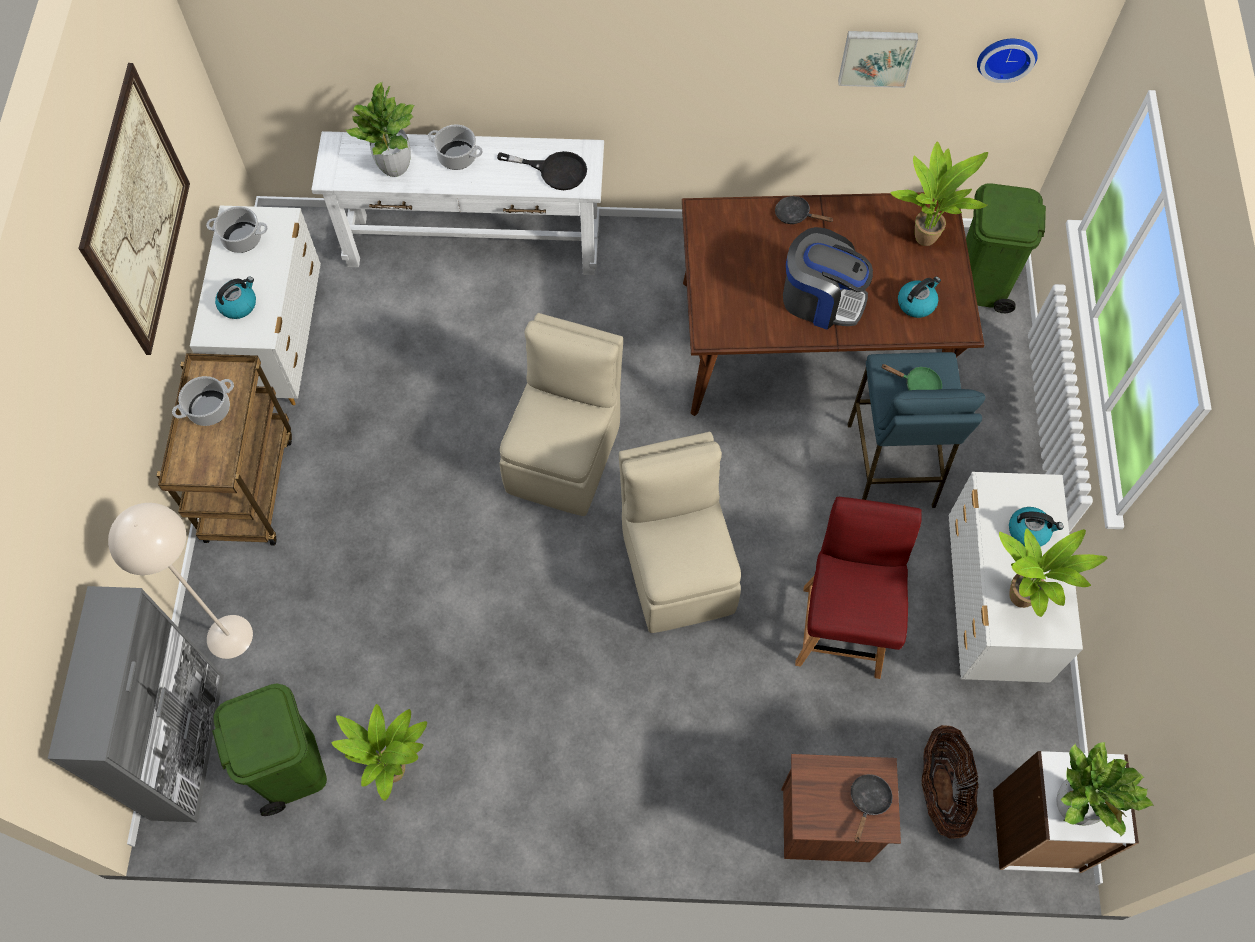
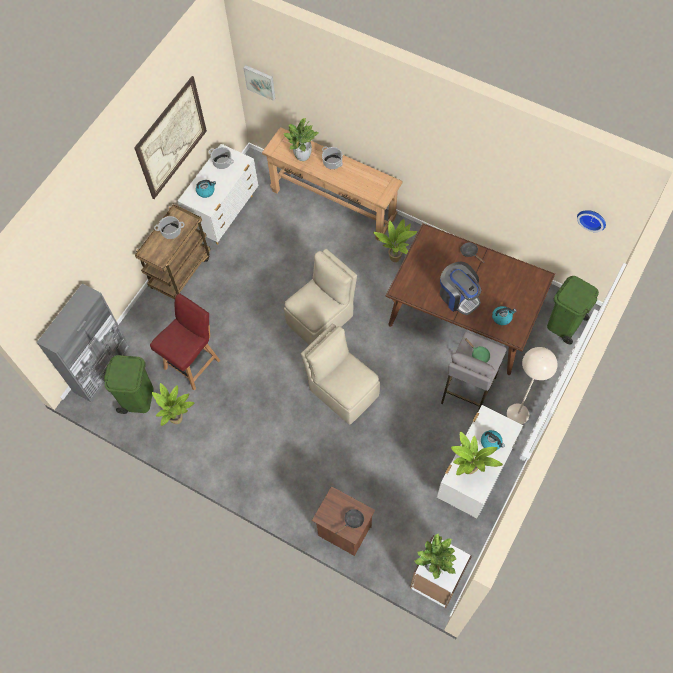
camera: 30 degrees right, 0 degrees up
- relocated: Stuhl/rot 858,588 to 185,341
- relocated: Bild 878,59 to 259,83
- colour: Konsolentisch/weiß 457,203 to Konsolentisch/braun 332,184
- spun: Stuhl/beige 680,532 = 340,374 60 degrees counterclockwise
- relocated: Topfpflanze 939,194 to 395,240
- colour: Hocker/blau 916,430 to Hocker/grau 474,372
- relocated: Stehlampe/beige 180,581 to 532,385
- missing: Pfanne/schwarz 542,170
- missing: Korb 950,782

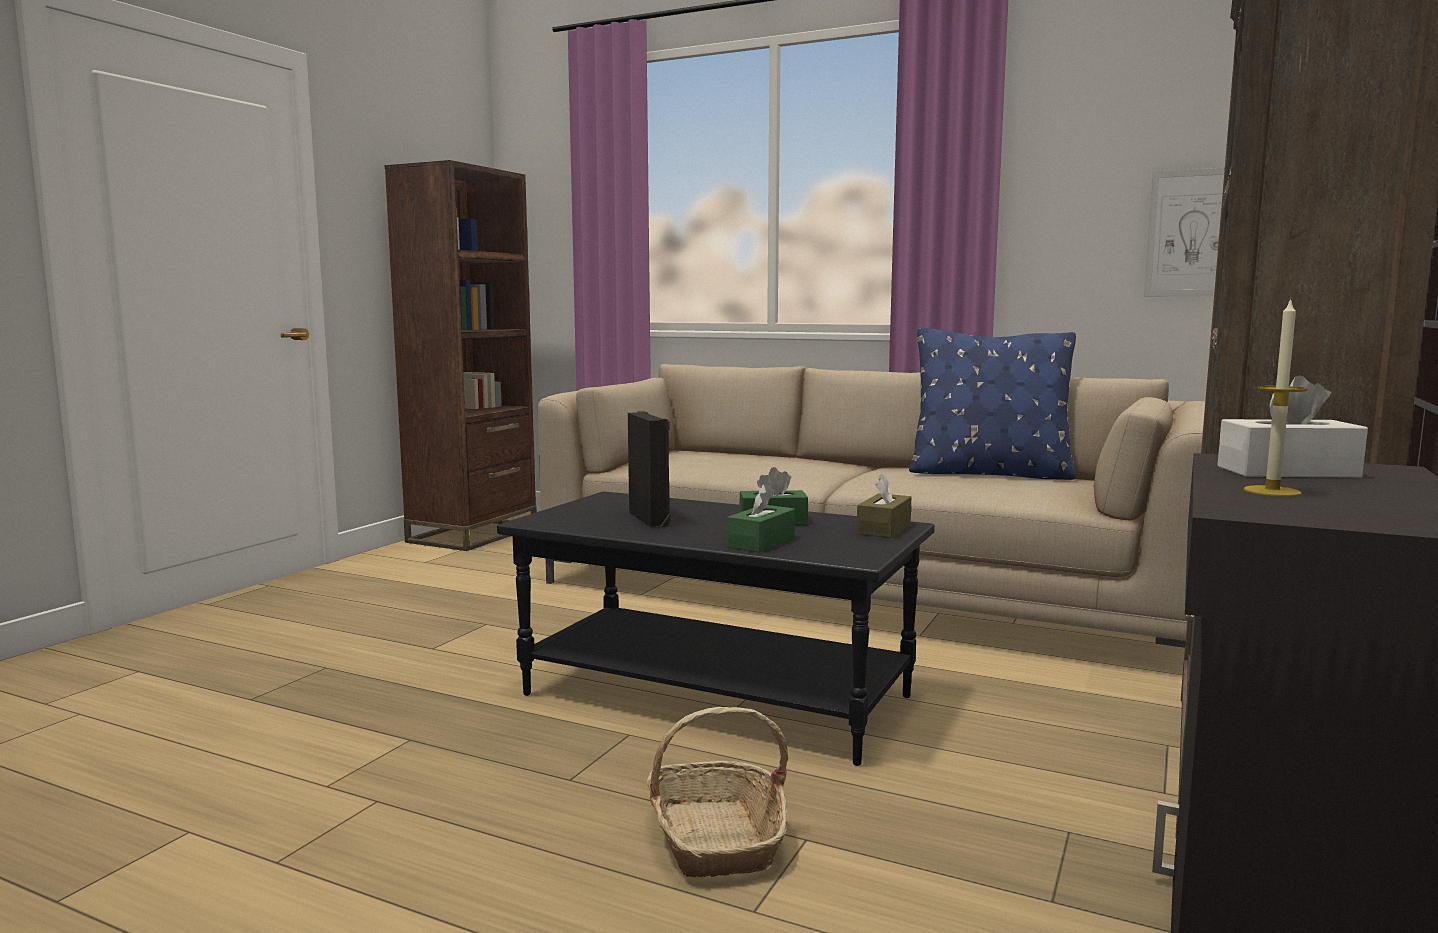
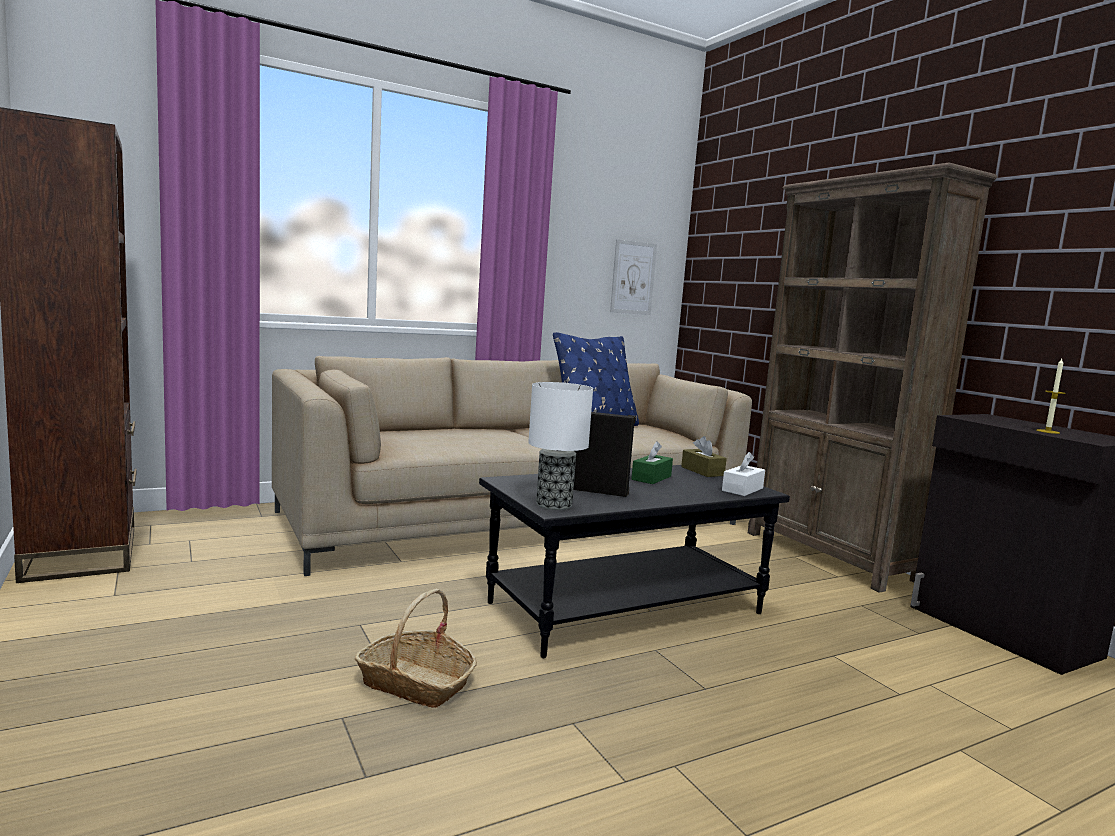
camera: 55 degrees left, 0 degrees up
- relocated: Korb 717,792 to 415,648
- appeared: Tischlampe 560,446
- relocated: Taschentuchbox/weiß 1292,426 to 743,474
- missing: Taschentuchbox/grün 761,518

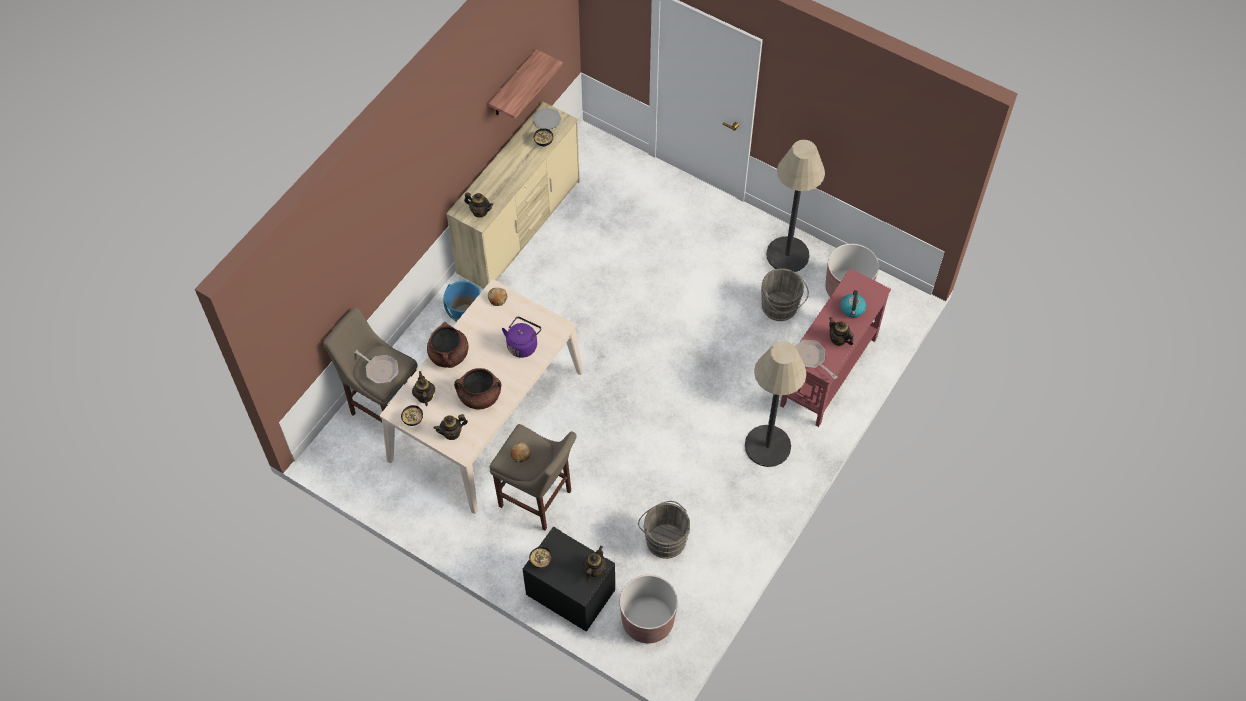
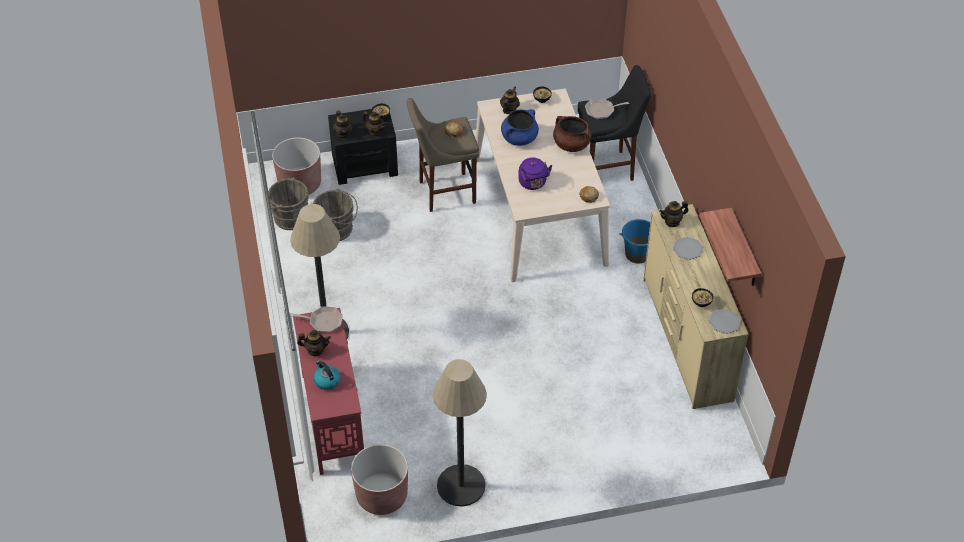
camera: 135 degrees right, 10 degrees down
- relocated: Eimer/grau 785,294 to 288,204
- relocated: Teekanne 424,388 to 374,123
- colour: Kochtopf/braun 477,389 to Kochtopf/blau 520,127
- colour: Hocker/beige 370,364 to Hocker/schwarz 615,123
- appeared: Teller 688,248

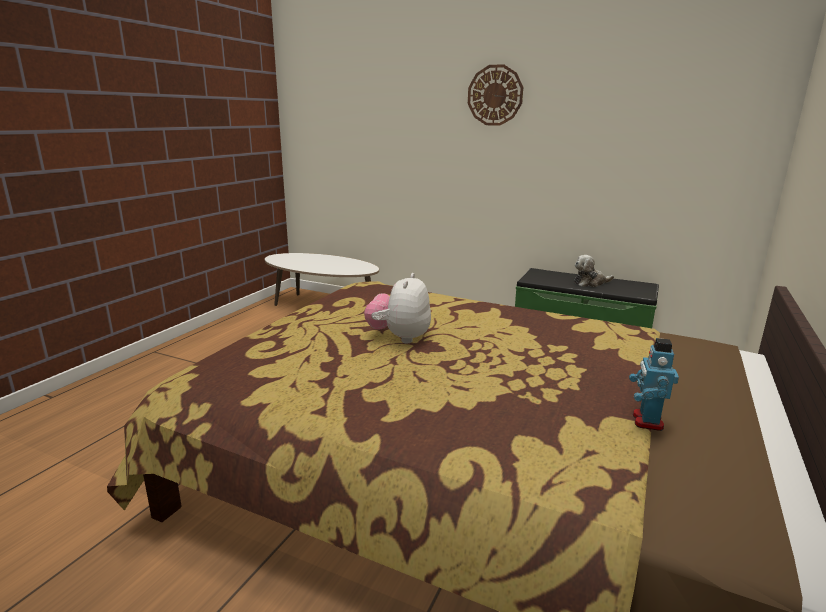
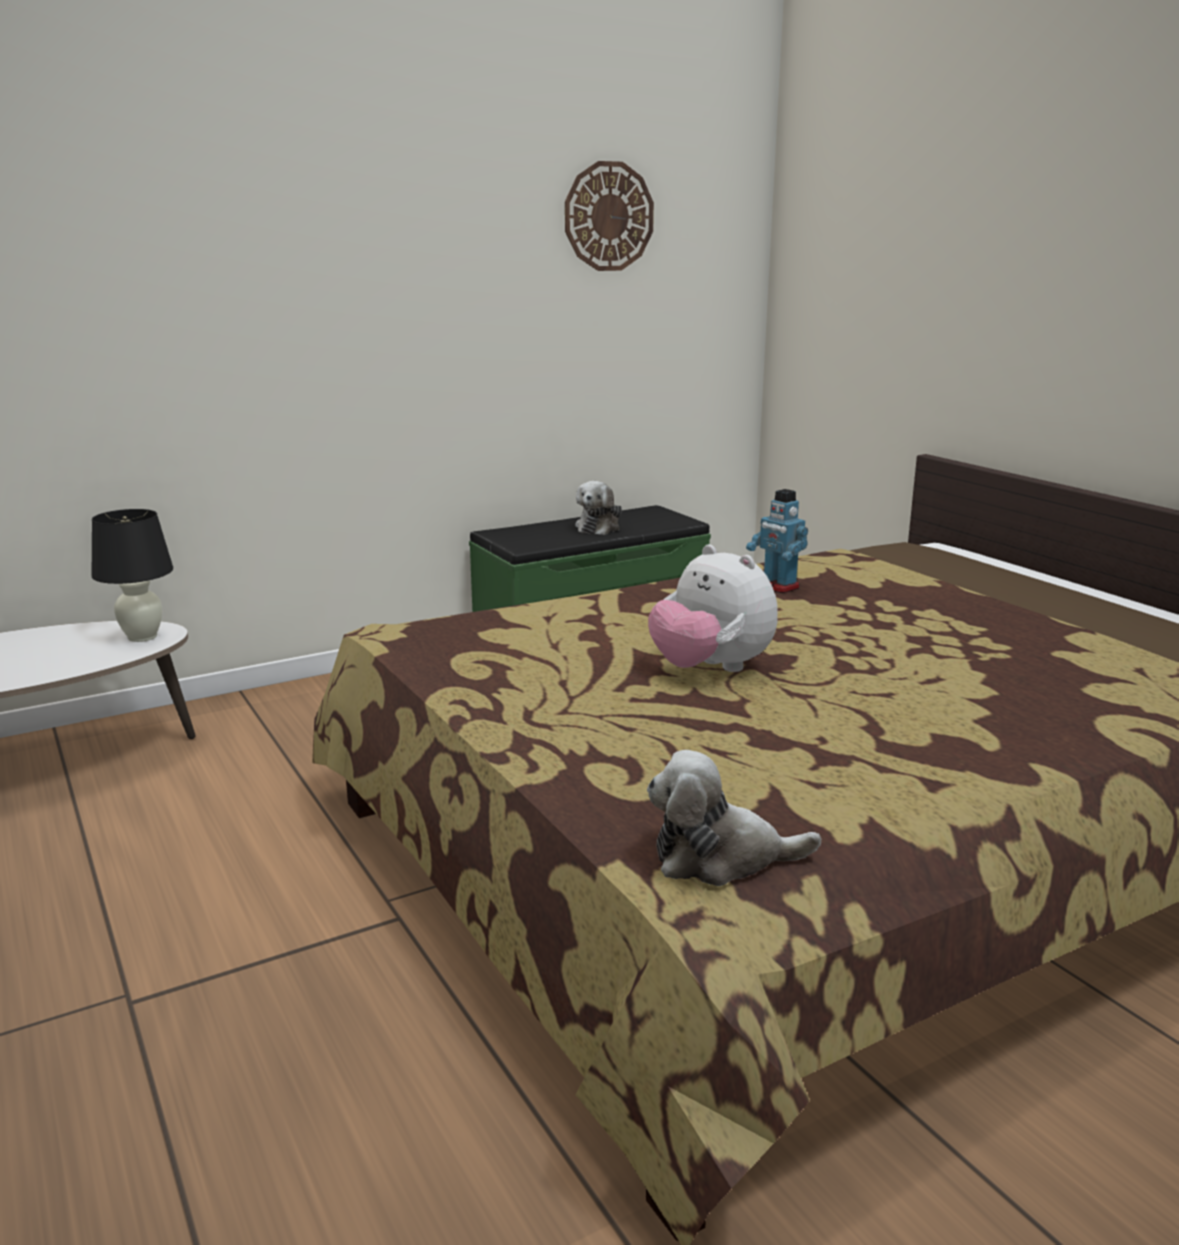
camera: 55 degrees left, 0 degrees up
- appeared: Tischlampe/schwarz 132,575
- relocated: Wanduhr 495,95 to 609,216
- appeared: Plüschtier 734,818
- relocated: Spielzeugroboter 654,384 to 777,541

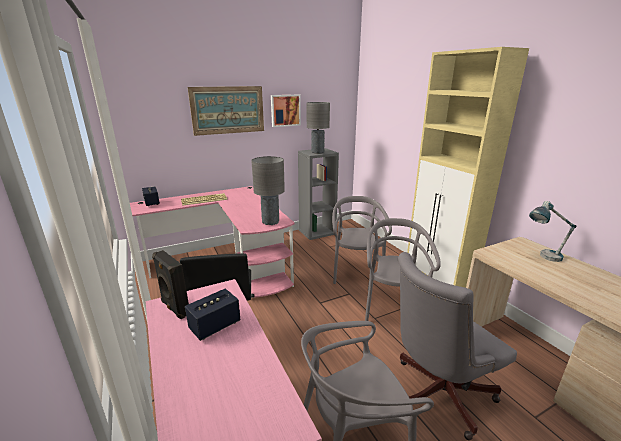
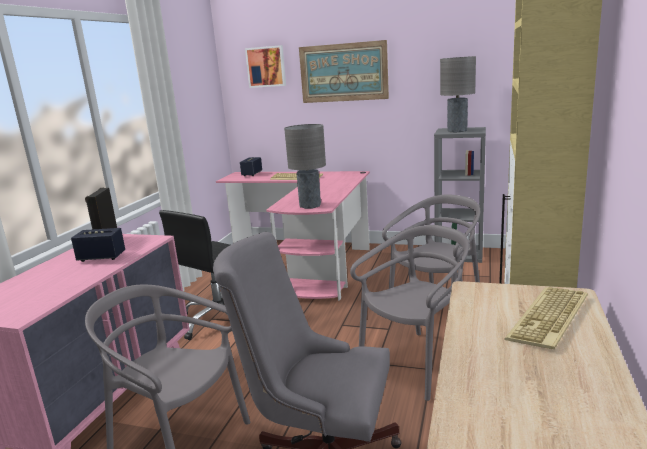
camera: 45 degrees right, 5 degrees down
- relocated: Bild 286,111 to 265,66
- exchanged: Tischlampe 553,231 to Tastatur 546,318

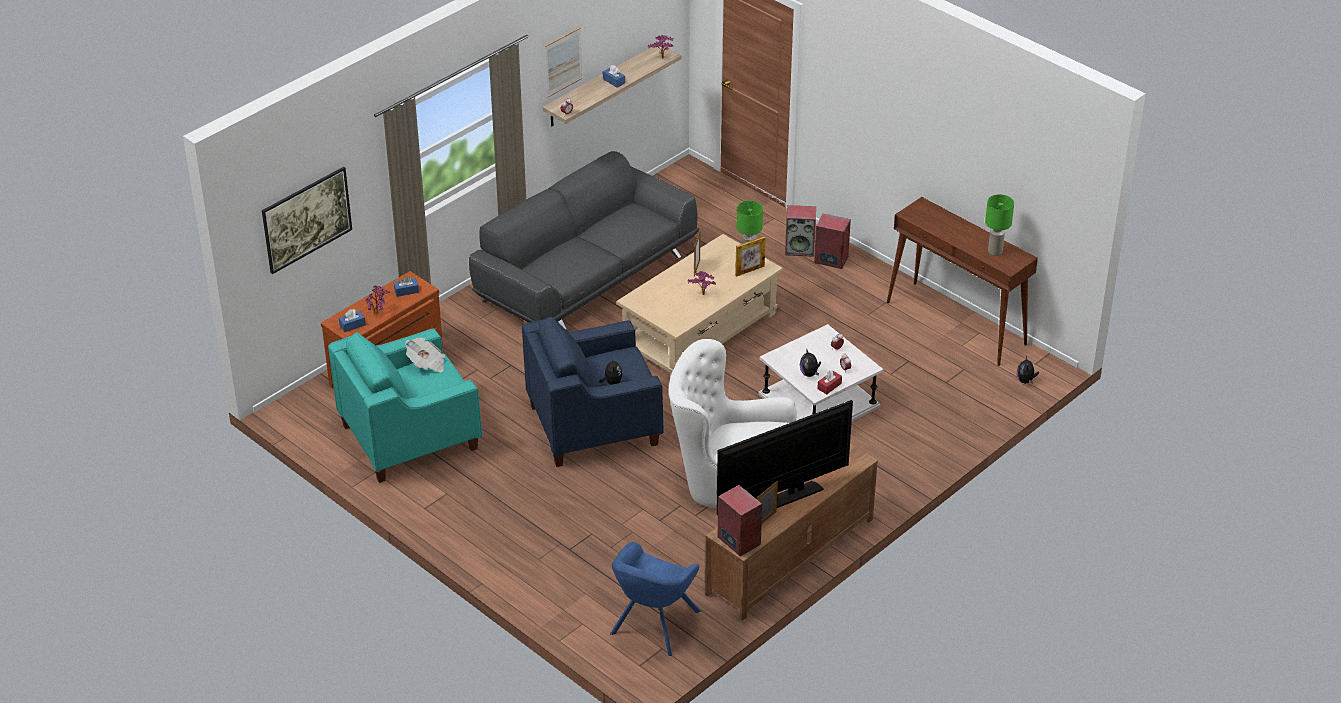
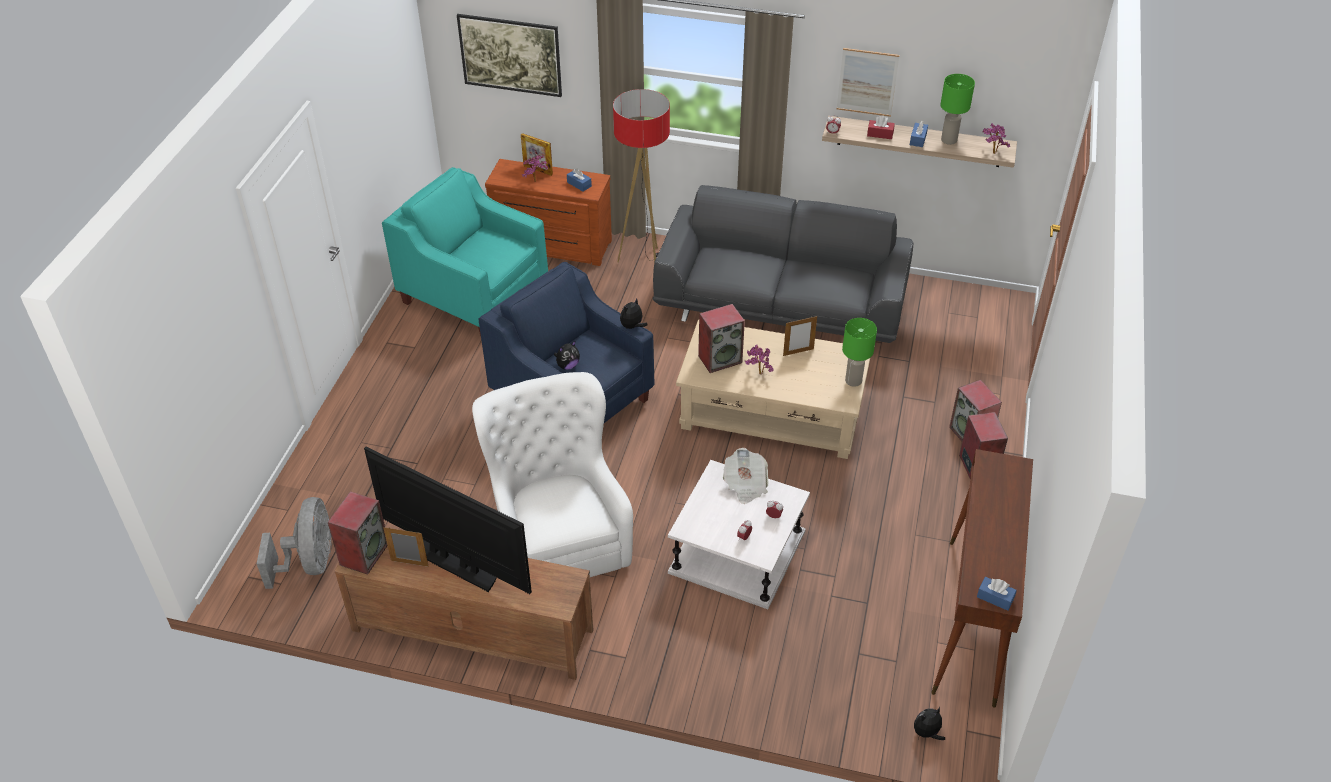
camera: 60 degrees right, 5 degrees up
- exchanged: Sessel/blau 655,599 to Ventilator/grau 294,543
- relocated: Bilderrahmen 750,256 to 537,154
- appeared: Stehlampe 641,176
- relocated: Plüschtier 810,362 to 634,313
- appeared: Lautsprecher 721,338
- relocated: Zeitung 425,354 to 745,476
- relocated: Taschentuchbox/rot 829,382 to 881,127
- relocated: Tischlampe/grün 999,225 to 957,109
- relocated: Taschentuchbox/blau 352,320 to 997,594

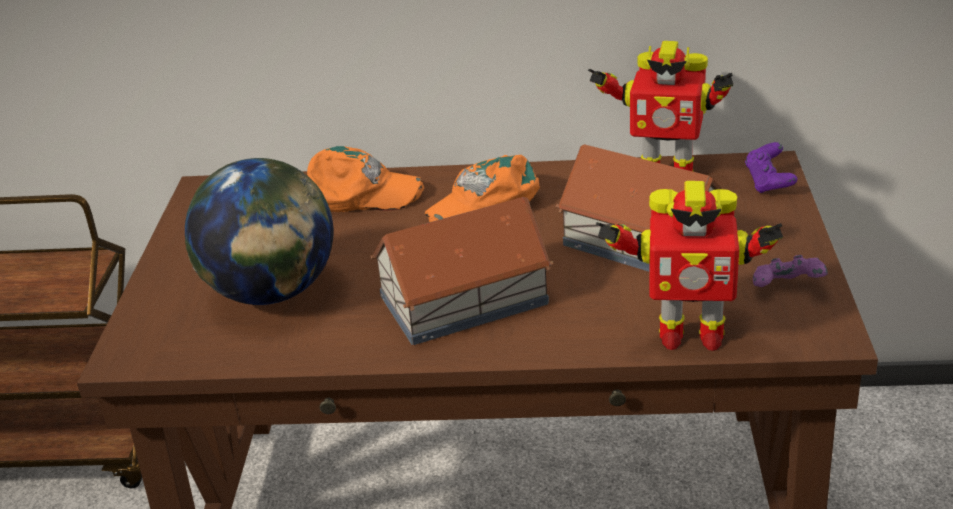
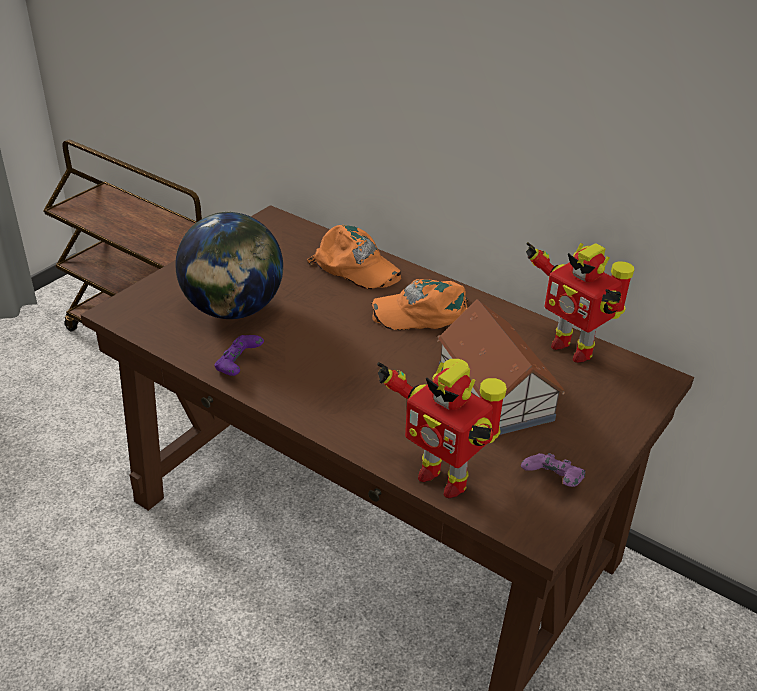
camera: 30 degrees right, 5 degrees up
- relocated: Gamepad/lila 771,167 to 239,355
- missing: Spielzeughaus 462,271

